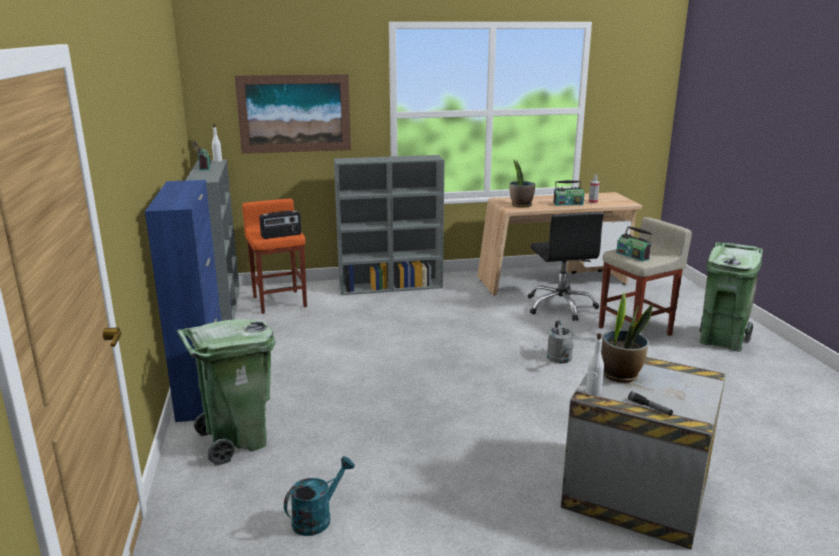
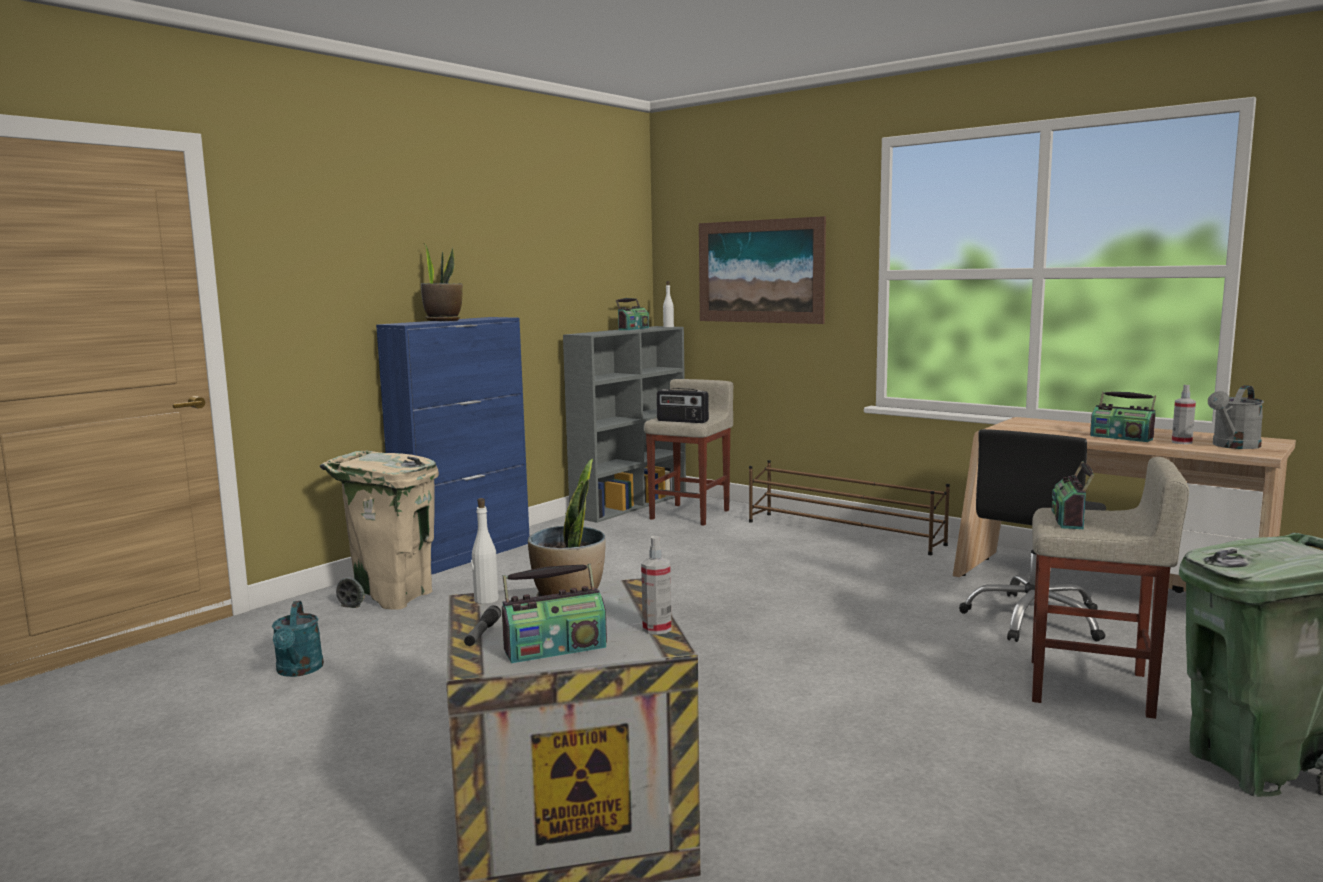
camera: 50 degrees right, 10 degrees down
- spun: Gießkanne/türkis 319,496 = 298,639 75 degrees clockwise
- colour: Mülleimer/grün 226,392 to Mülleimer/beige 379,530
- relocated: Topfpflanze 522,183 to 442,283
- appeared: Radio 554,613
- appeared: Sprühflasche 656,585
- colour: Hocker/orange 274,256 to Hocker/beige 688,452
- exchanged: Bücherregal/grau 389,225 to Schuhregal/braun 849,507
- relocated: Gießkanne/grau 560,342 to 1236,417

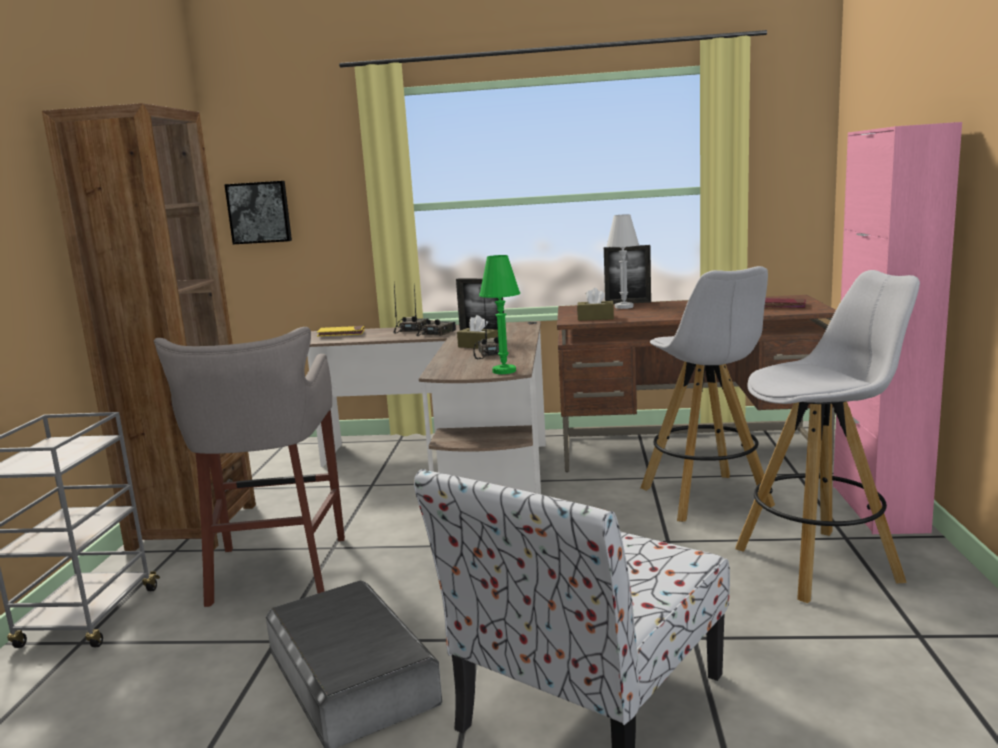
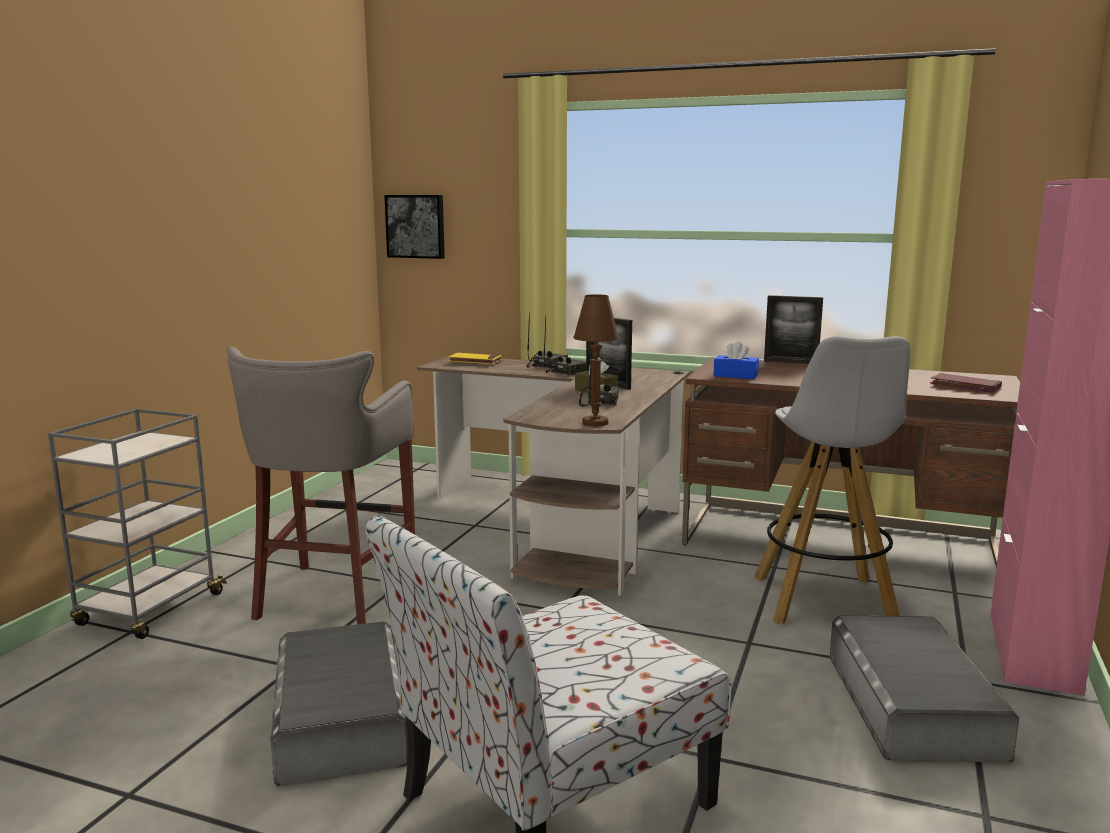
camera: 15 degrees right, 0 degrees up
- colour: Tischlampe/grün 499,314 to Tischlampe/braun 596,360
- colour: Taschentuchbox/braun 595,304 to Taschentuchbox/blau 736,360
- exchanged: Hocker/weiß 828,436 to Aufbewahrungsbox/grau 924,689
- missing: Bücherregal/braun 149,327
- missing: Tischlampe/weiß 623,261

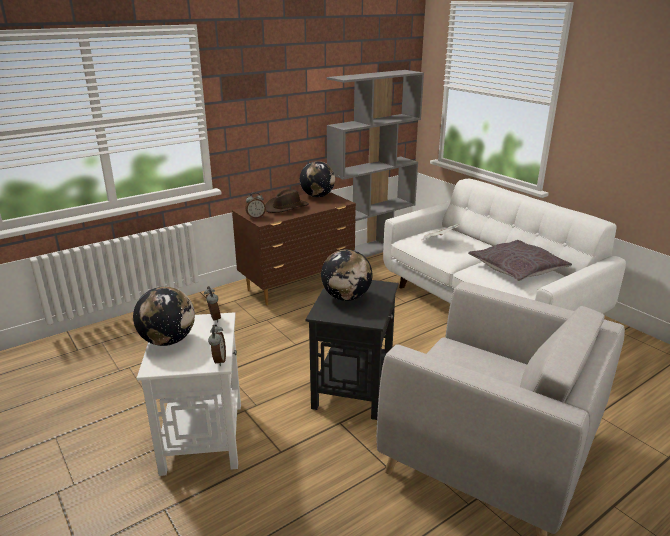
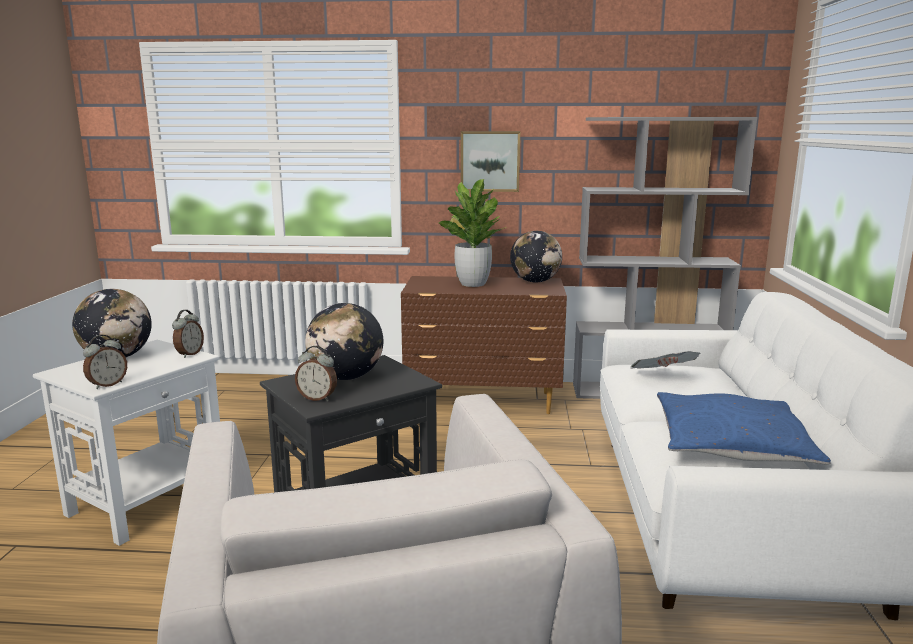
camera: 40 degrees right, 10 degrees down
- relocated: Wecker 255,205 to 316,373
- exchanged: Hut/braun 287,201 to Topfpflanze 472,233
- appeared: Bild 490,161
- colour: Kissen/grau 520,260 to Kissen/blau 744,428

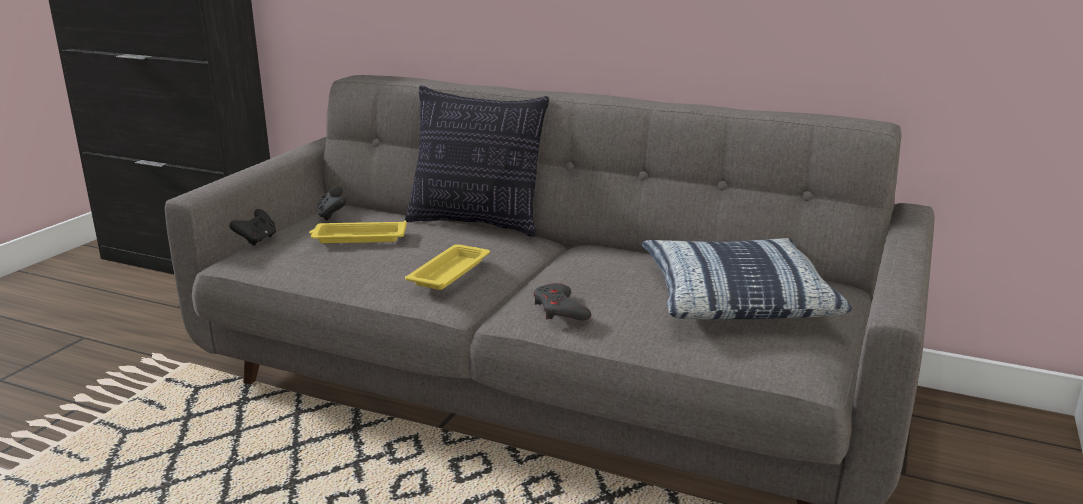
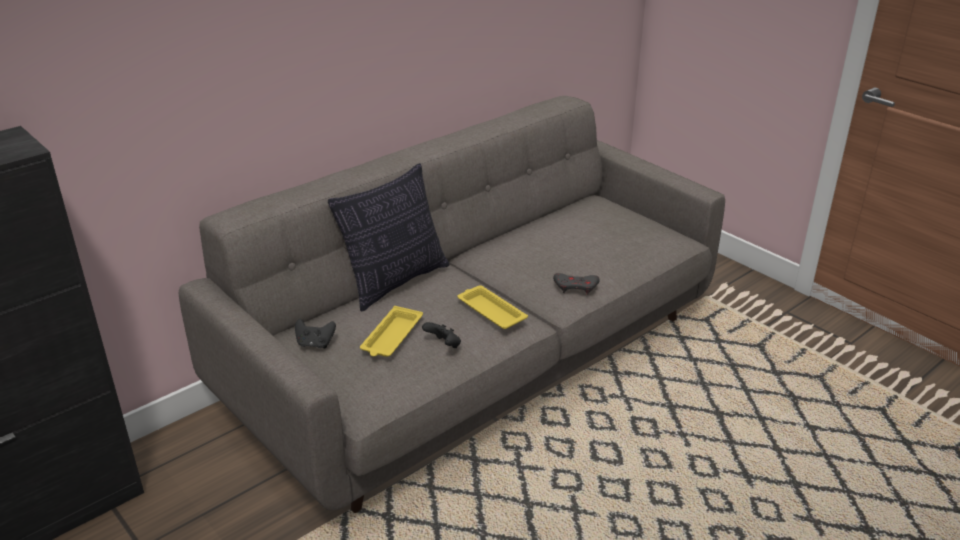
camera: 65 degrees left, 10 degrees up
- relocated: Gamepad/schwarz 252,227 to 441,335
- missing: Kissen 746,278

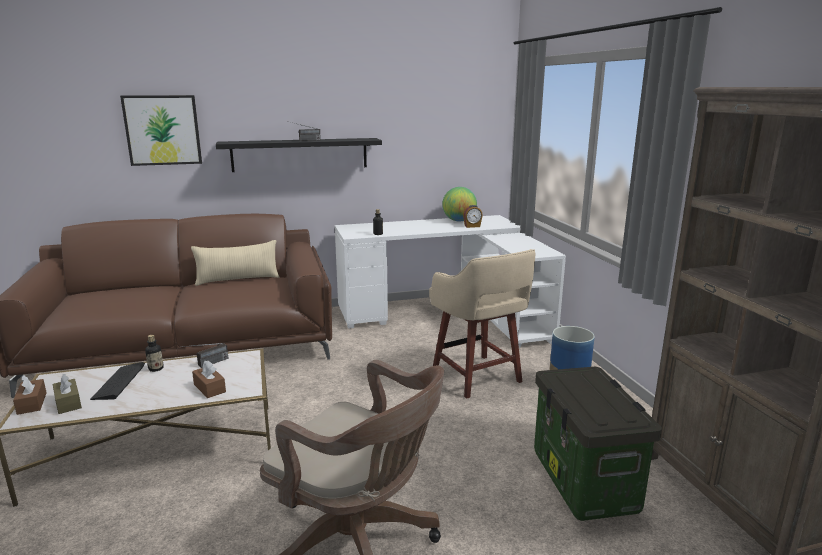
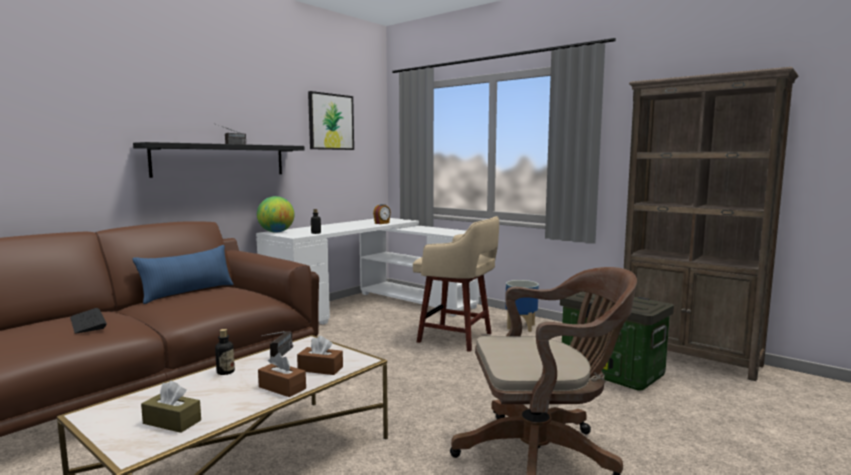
camera: 35 degrees left, 10 degrees down
- relocated: Tastatur 117,381 to 88,321
- colour: Kissen/beige 235,263 to Kissen/blau 183,274
- relocated: Globus 459,204 to 276,214
- relocated: Taschentuchbox/braun 30,395 to 282,375
- relocated: Bild 161,130 to 331,120

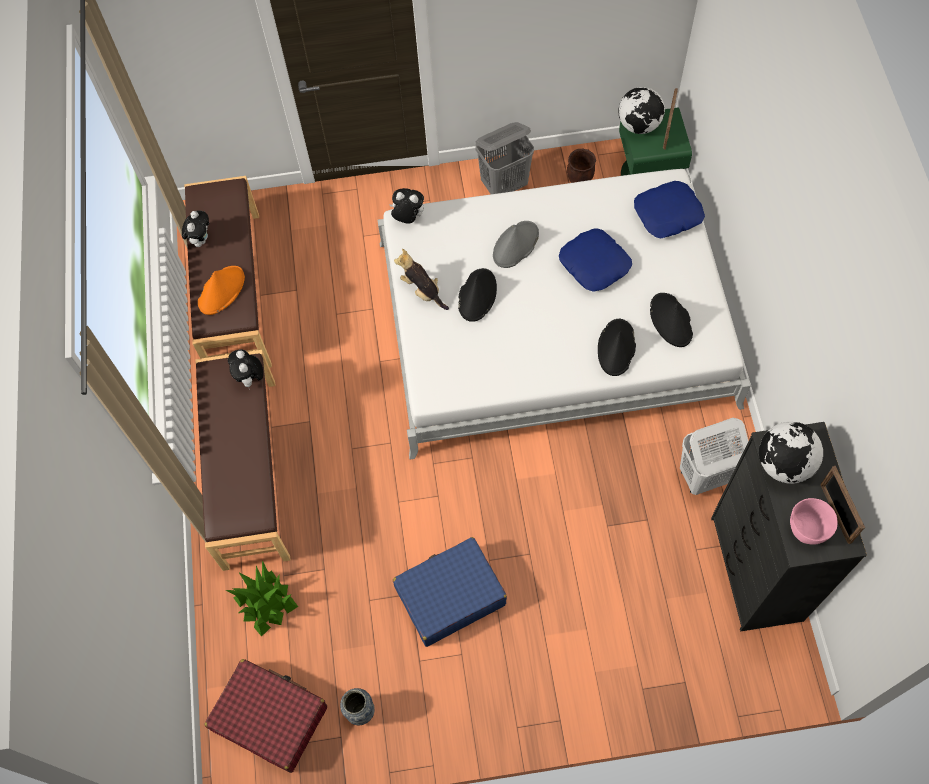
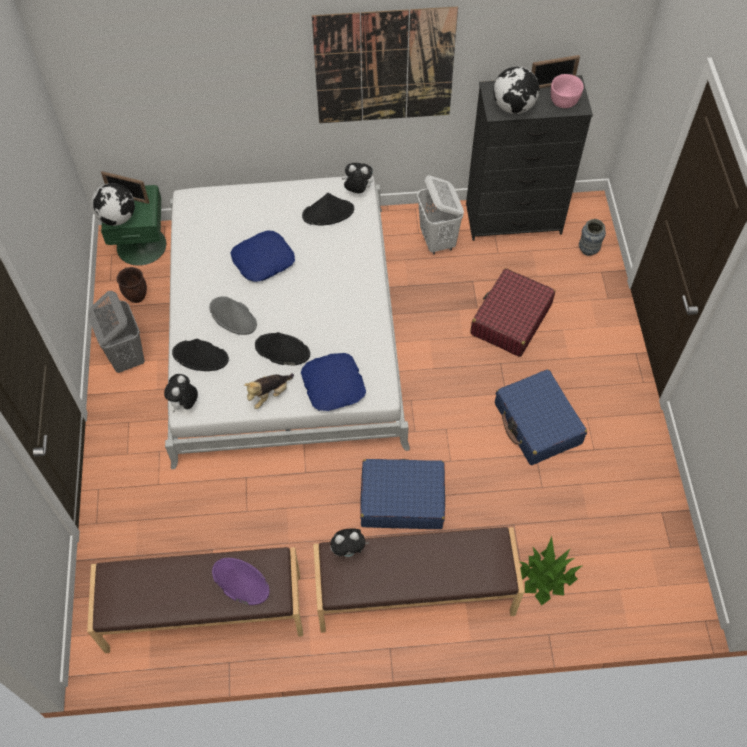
camera: 90 degrees left, 5 degrees down
- relocated: Hut/schwarz 617,347 to 200,355
- colour: Hut/orange 221,290 to Hut/lila 241,581
- relocated: Kissen/blau 669,209 to 333,382
- appeared: Bild 385,64
- relocated: Plüschtier 195,229 to 357,178
- appeared: Koffer/blau 402,494
- relocated: Koffer/rot 265,716 to 512,312
- relocated: Vase 357,706 to 592,237

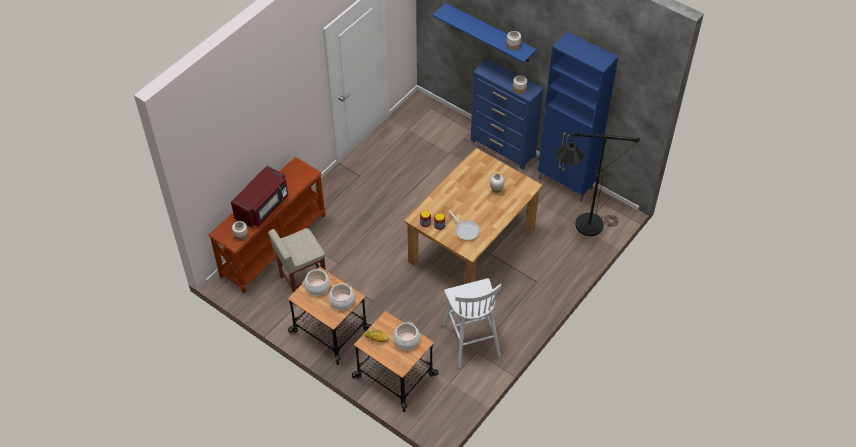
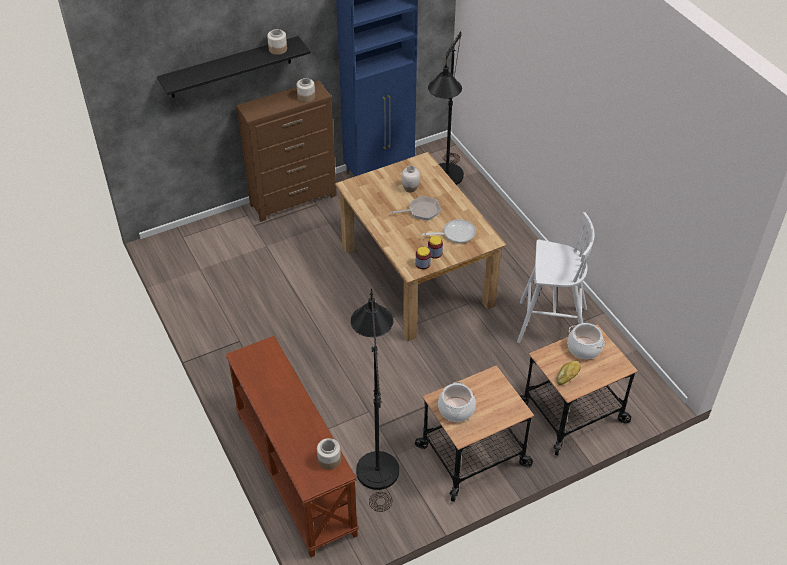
camera: 65 degrees left, 5 degrees down
- colour: Wandregal/blau 484,33 to Wandregal/schwarz 234,67
- colour: Kommode/blau 507,114 to Kommode/braun 286,151
- exchanged: Hocker/beige 297,260 to Stehlampe/schwarz 375,400
- appeared: Pfanne 415,208
- missing: Mikrowelle/rot 259,197
- missing: Kochtopf 342,296

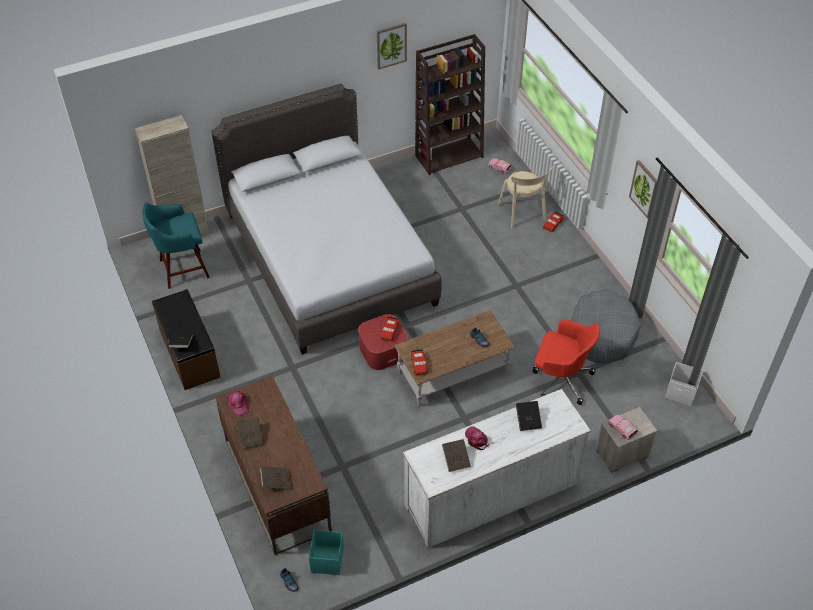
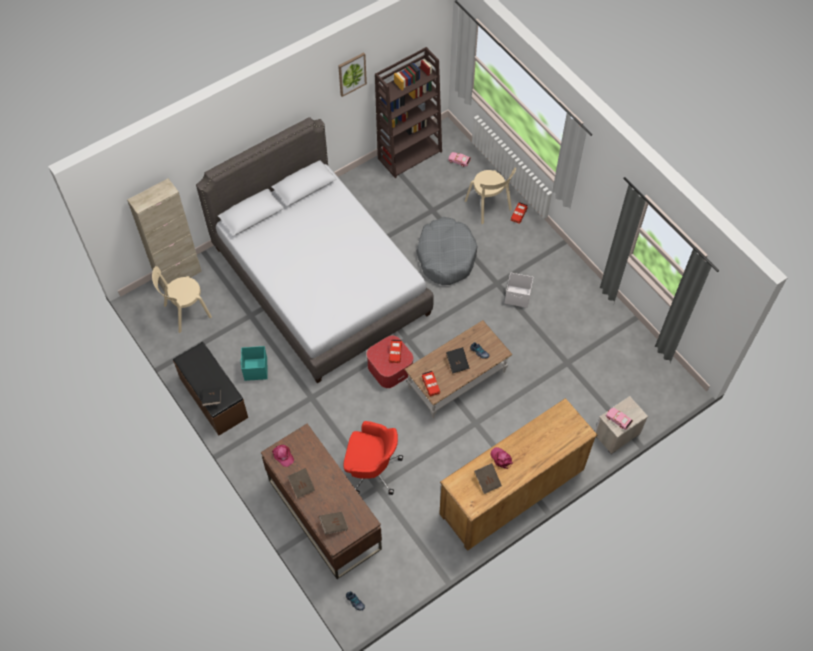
camera: 10 degrees left, 10 degrees up
- exchanged: Hocker/türkis 176,245 to Stuhl/beige 182,299
- relocated: Aufbewahrungsbox/türkis 326,552 to 254,363
- relocated: Bürostuhl/rot 566,362 to 373,458
- relocated: Hundebett/grau 606,326 to 447,251
- colour: Kommode/weiß 496,468 to Kommode/braun 518,474
- relocated: Buch/schwarz 529,416 to 457,360
- relocated: Aufbewahrungsbox/weiß 684,384 to 519,290
- missing: Bild 643,189

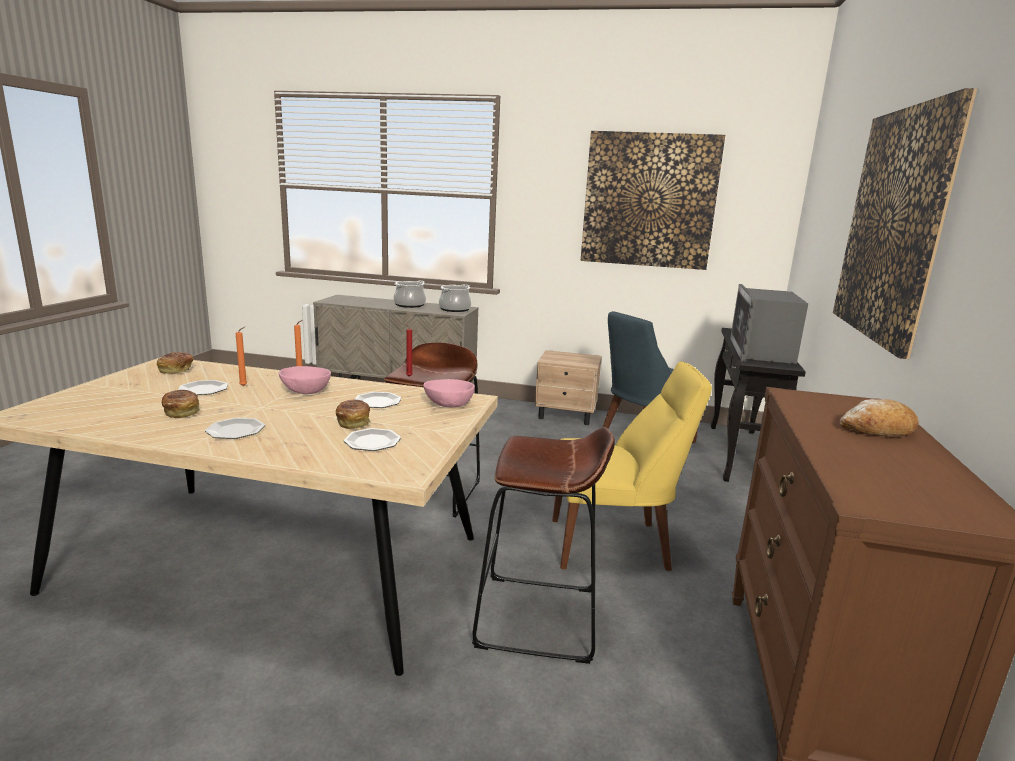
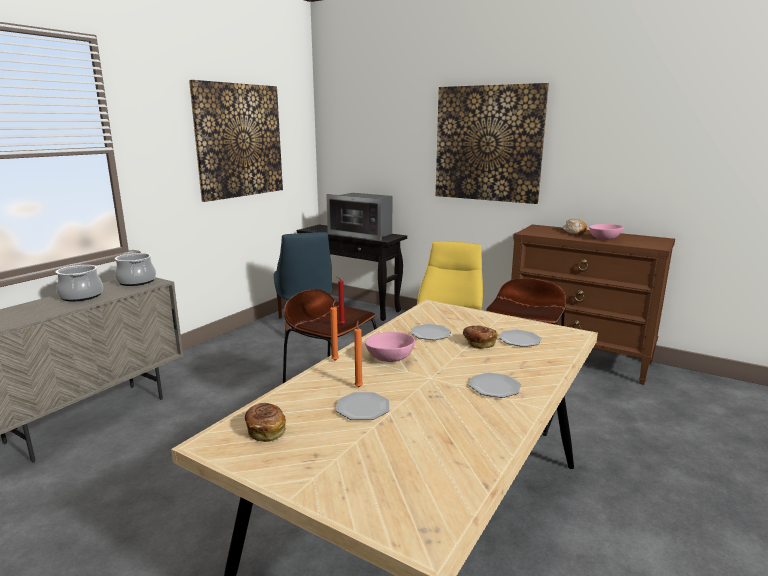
camera: 70 degrees left, 0 degrees up
- relocated: Schüssel/rosa 449,393 to 606,232
- missing: Brot 181,404
- missing: Nachttisch/beige 568,387

